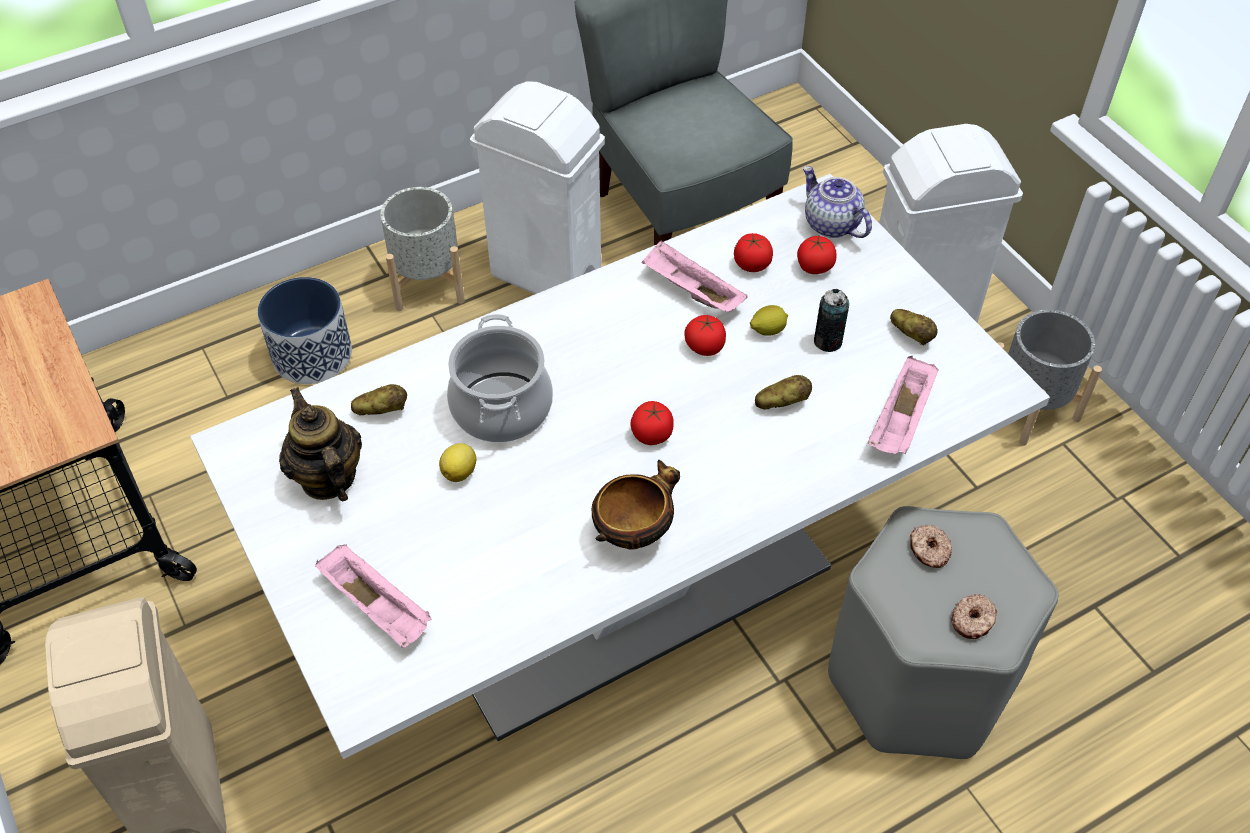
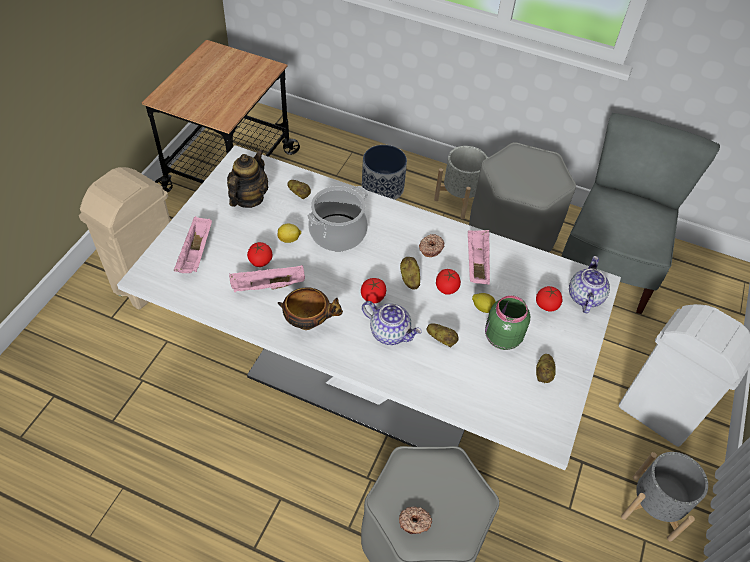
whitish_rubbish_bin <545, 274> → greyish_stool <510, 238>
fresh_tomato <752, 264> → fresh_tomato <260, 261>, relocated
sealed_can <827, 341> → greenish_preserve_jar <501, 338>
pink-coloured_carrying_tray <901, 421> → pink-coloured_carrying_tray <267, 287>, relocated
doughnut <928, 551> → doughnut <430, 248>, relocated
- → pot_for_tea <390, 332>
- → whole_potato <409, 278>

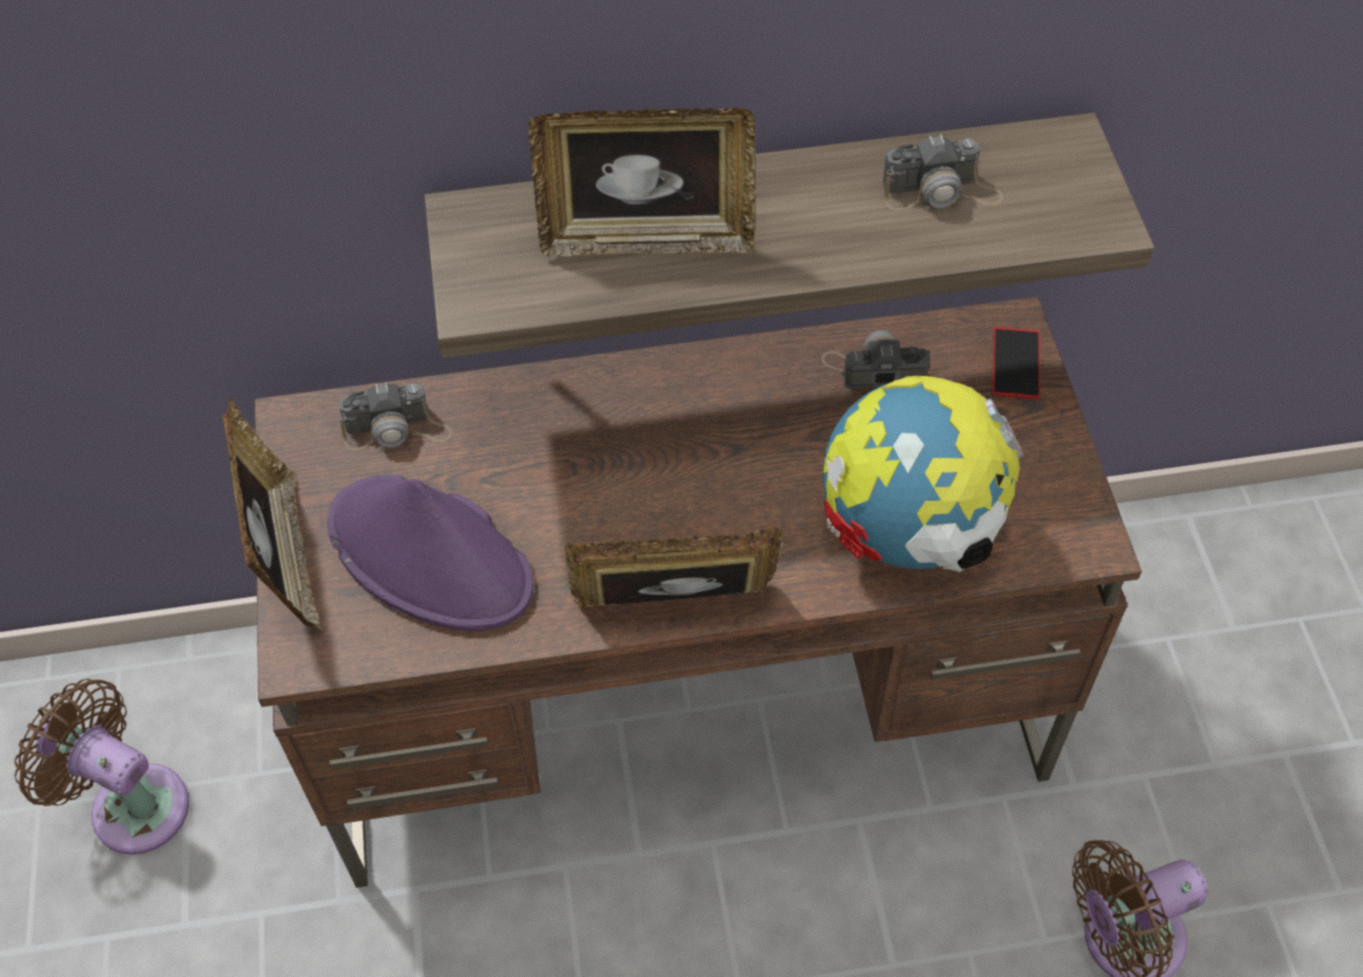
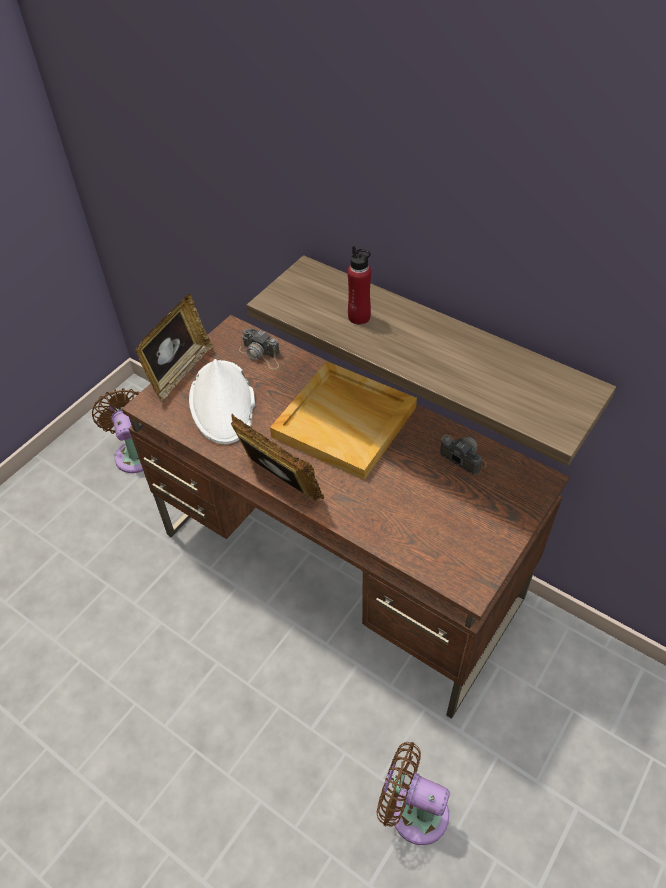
purple-coloured_wearable_hat <431, 556> → whitish_wearable_hat <223, 403>
picture_frame <647, 239> → reddish_beverage_bottle <359, 317>
globe <908, 530> → -
photo_camera <941, 191> → -
phone <1016, 363> → -
- → beige_carrying_tray <346, 422>

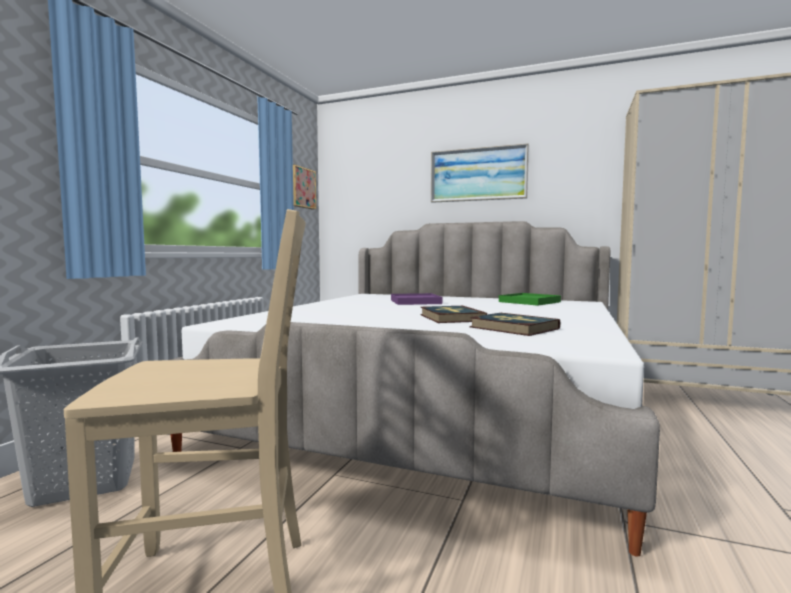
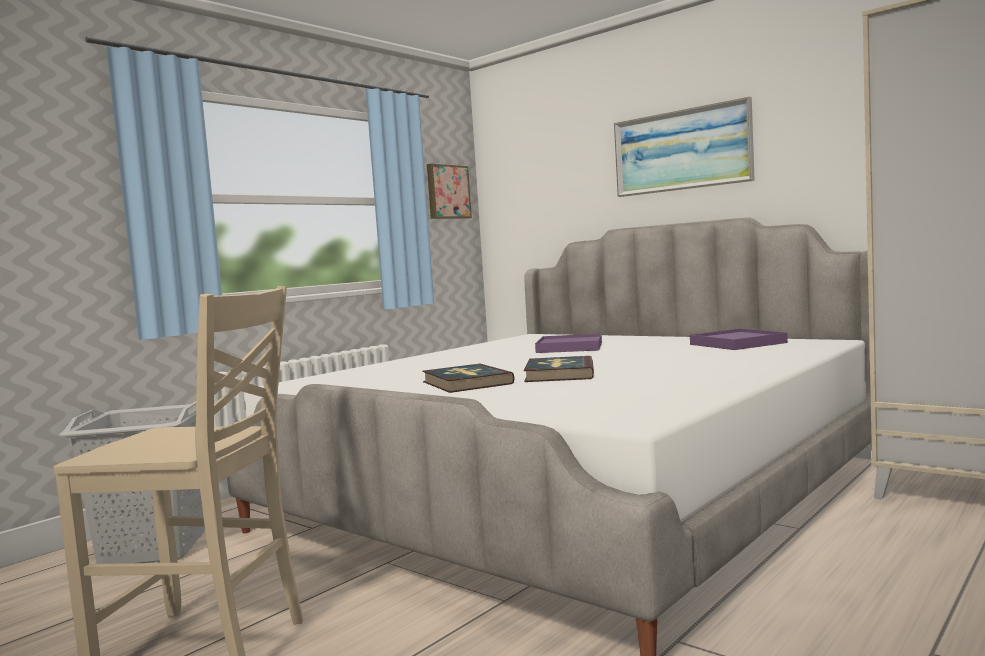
bound_book <513, 328> → bound_book <466, 383>, relocated
greenish_carrying_tray <529, 302> → purple-coloured_carrying_tray <737, 343>

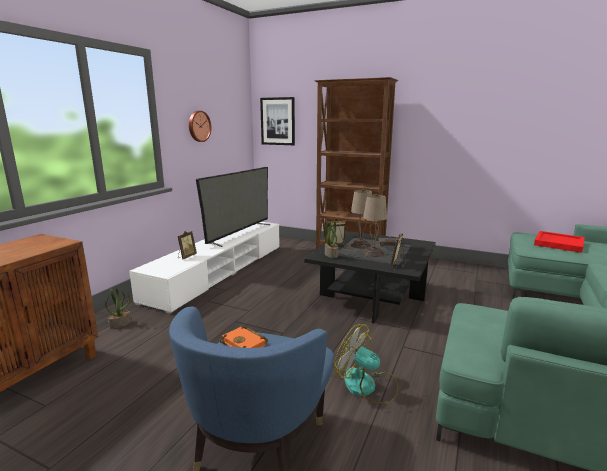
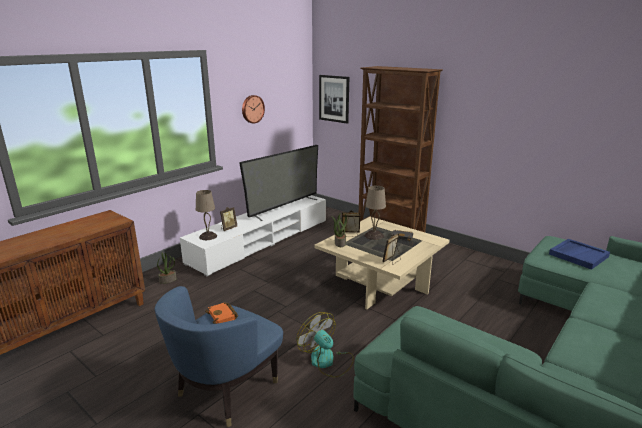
black_low_table <371, 297> → beige_low_table <380, 284>
beige_lamp_for_a_table <372, 253> → beige_lamp_for_a_table <207, 236>, relocated
reddish_carrying_tray <558, 243> → blue-coloured_carrying_tray <578, 255>

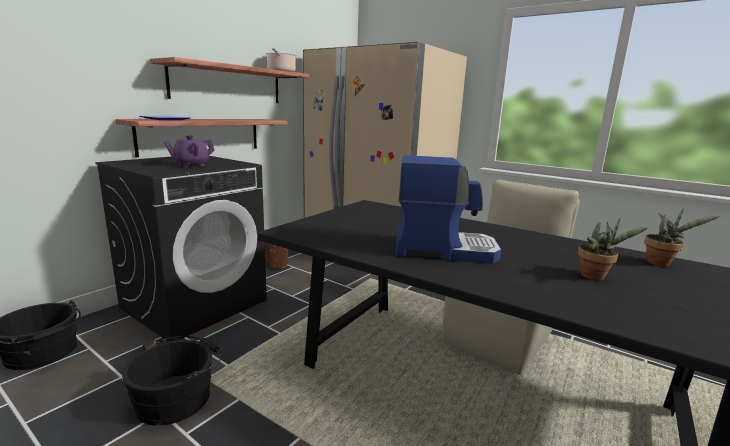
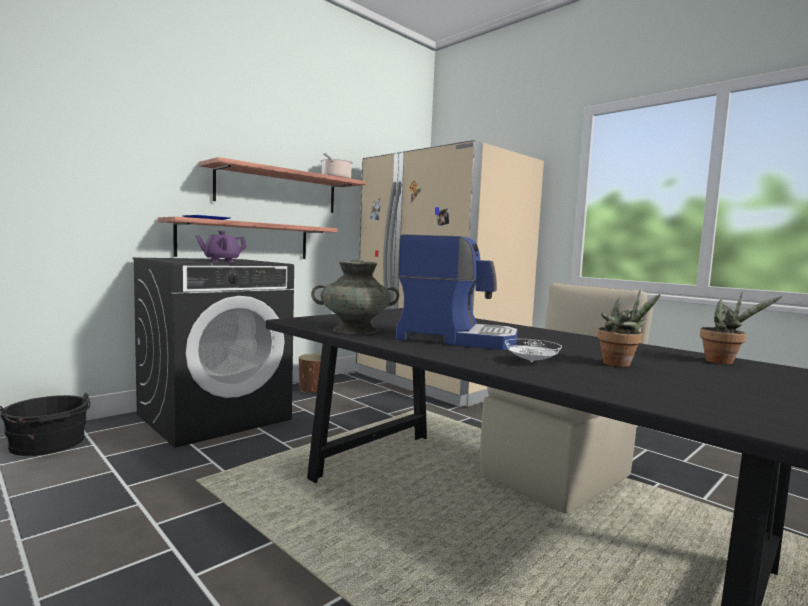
black_bucket <178, 397> → -
- → turquoise-coloured_decorative_vase <355, 330>
- → whitish_dinner_plate <531, 362>

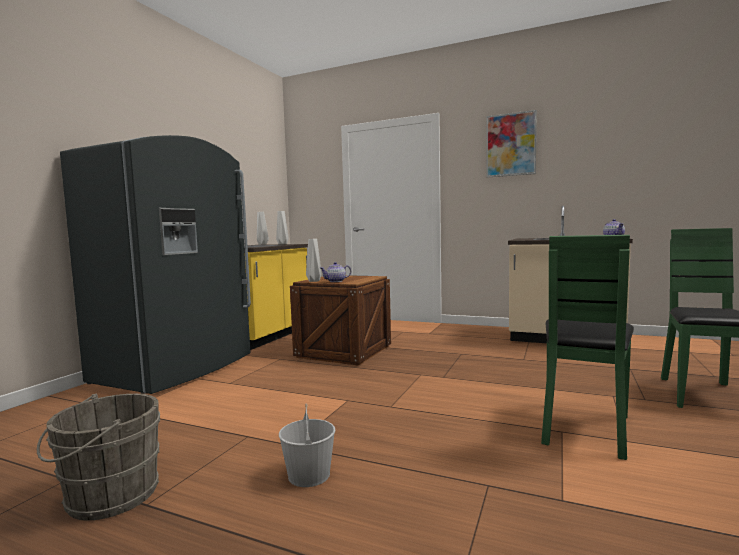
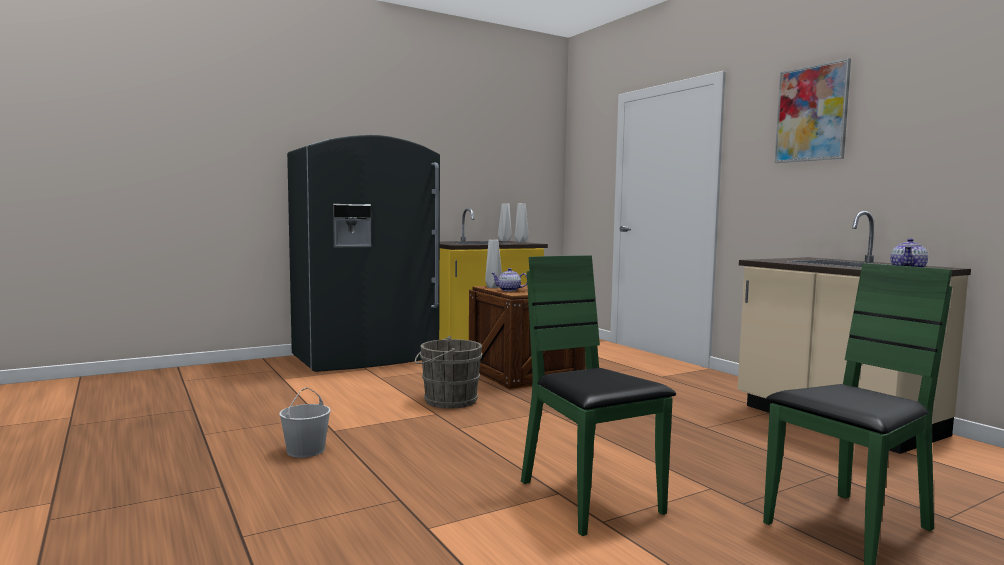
greyish_bucket <107, 497> → greyish_bucket <447, 400>, relocated
greenish_chair <584, 428> → greenish_chair <588, 499>, 90 degrees clockwise

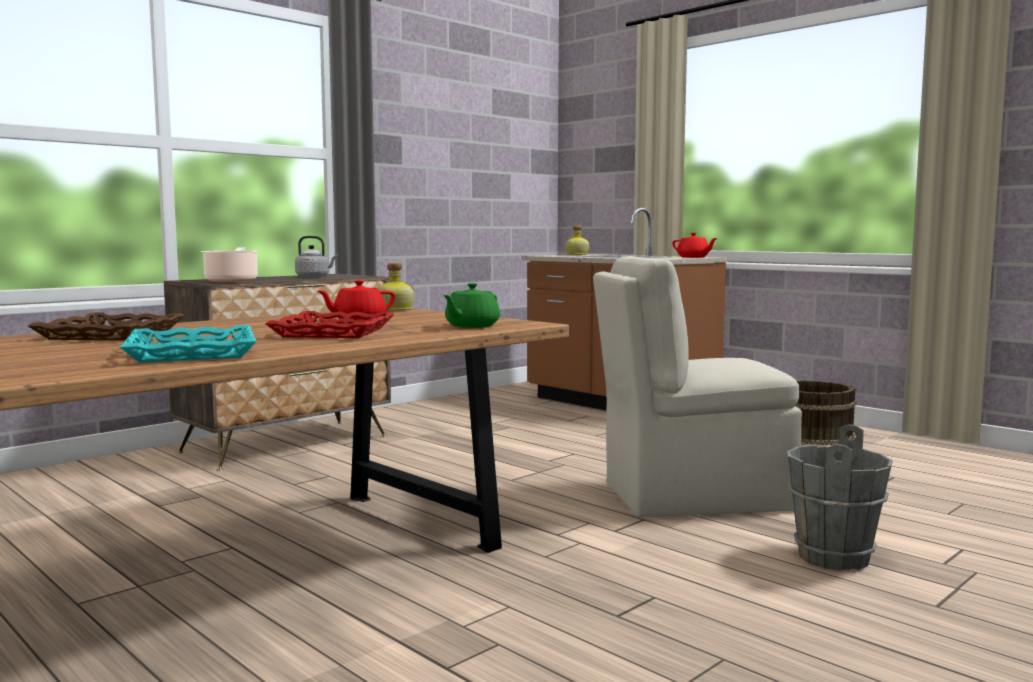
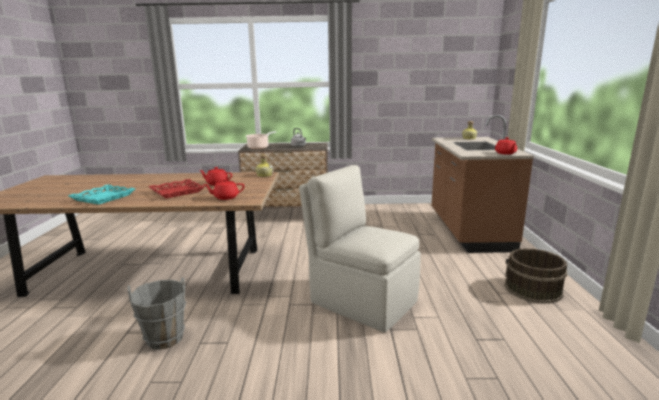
brown_carrying_tray <110, 334> → -
greenish_pot_for_tea <471, 326> → reddish_pot_for_tea <225, 197>
greyish_bucket <832, 557> → greyish_bucket <165, 338>, relocated

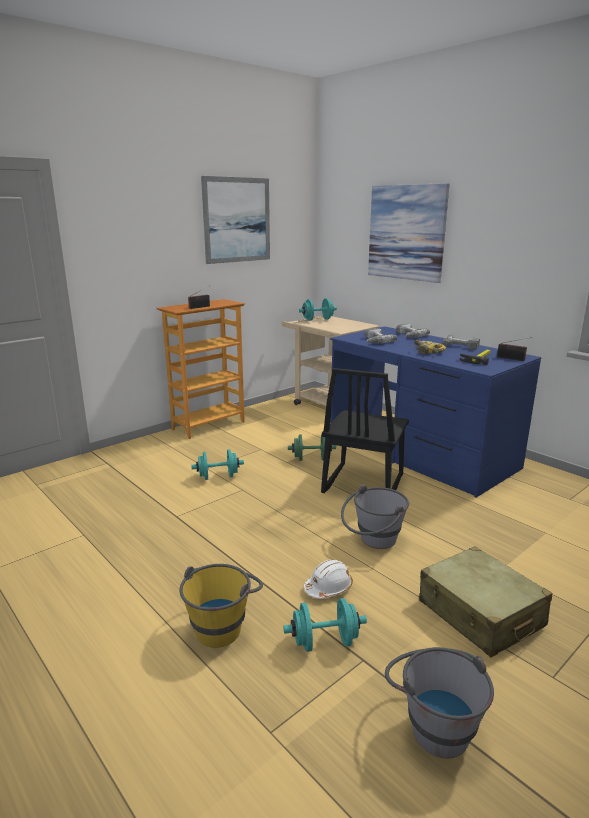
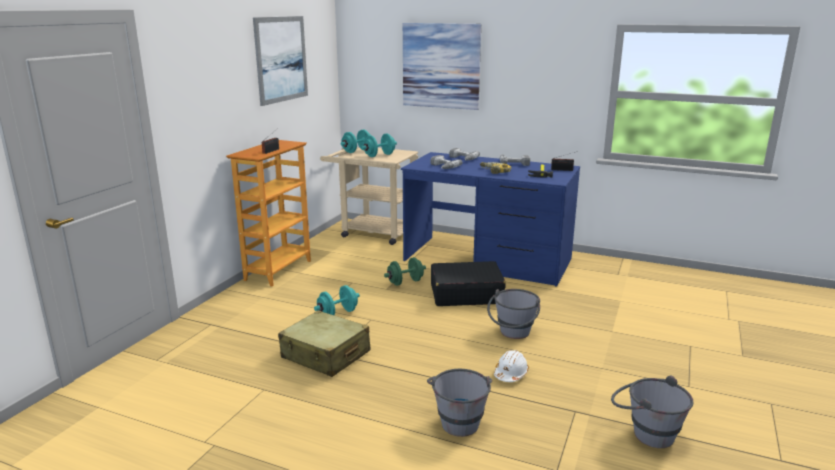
yellowish_bucket <223, 624> → greyish_bucket <459, 419>
turquoise-coloured_dumbbell <324, 642> → turquoise-coloured_dumbbell <379, 155>, relocated
black_chair <362, 484> → black_piece_of_luggage <465, 294>
beige_piece_of_luggage <480, 614> → beige_piece_of_luggage <325, 355>, relocated

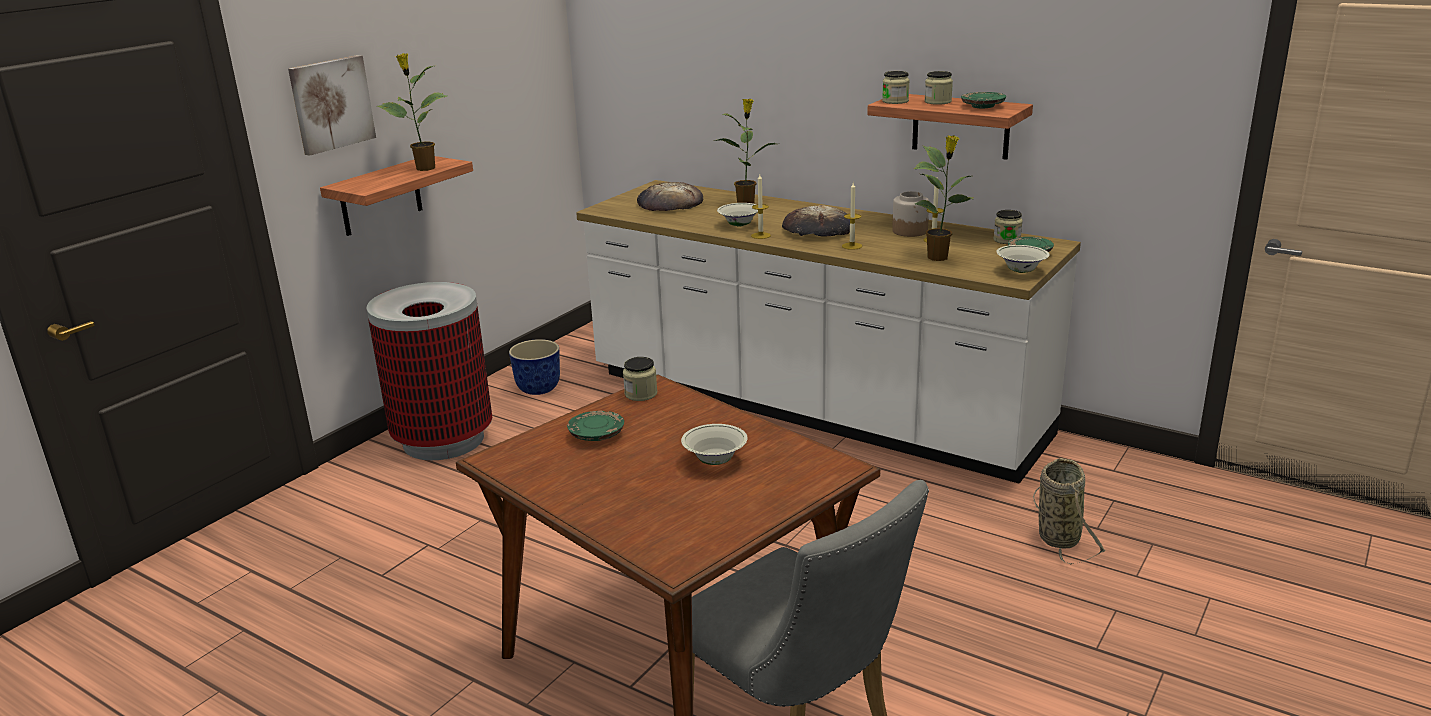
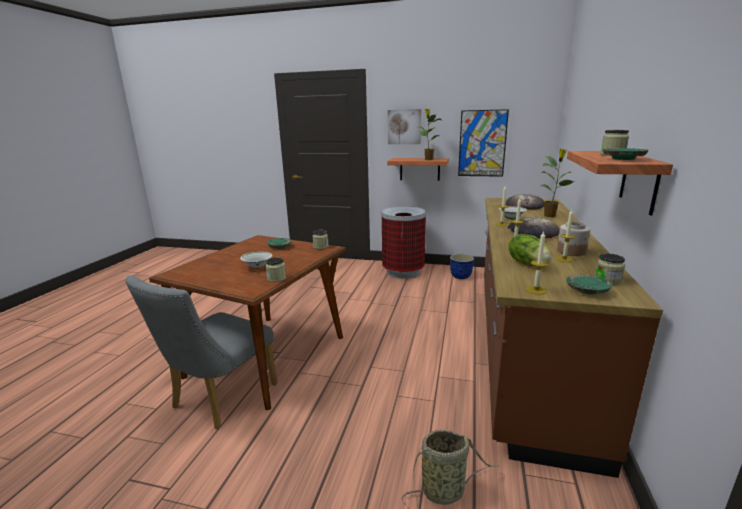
whitish_kitchen_base_unit <811, 406> → brown_kitchen_base_unit <524, 347>
preserve_jar <895, 101> → preserve_jar <276, 278>, relocated
houseplant <939, 257> → head_of_lettuce <528, 264>
whitish_deep_dish <1021, 271> → wax_candle <536, 290>
- → wall_picture <482, 143>

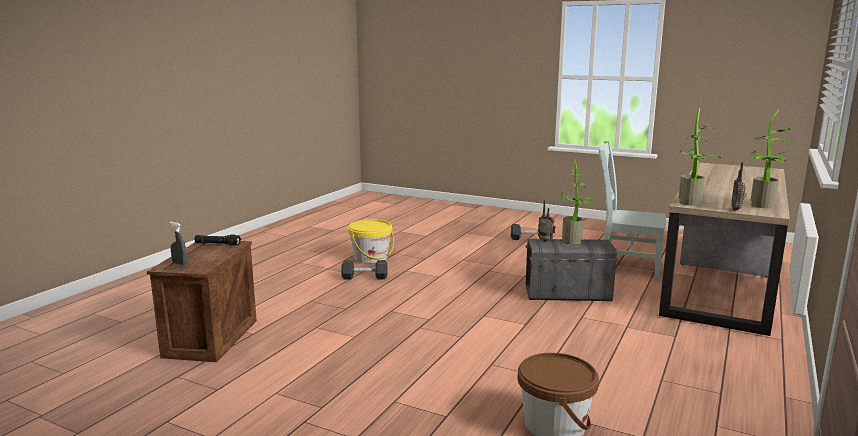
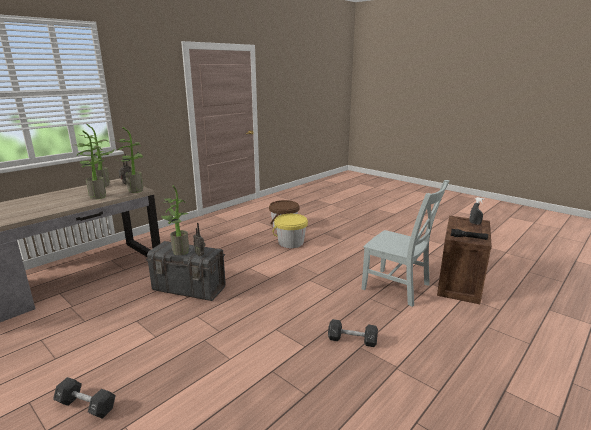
yellowish_bucket <371, 258> → yellowish_bucket <291, 243>, relocated
greyish_chair <624, 267> → greyish_chair <398, 288>, relocated
- → houseplant <96, 196>

